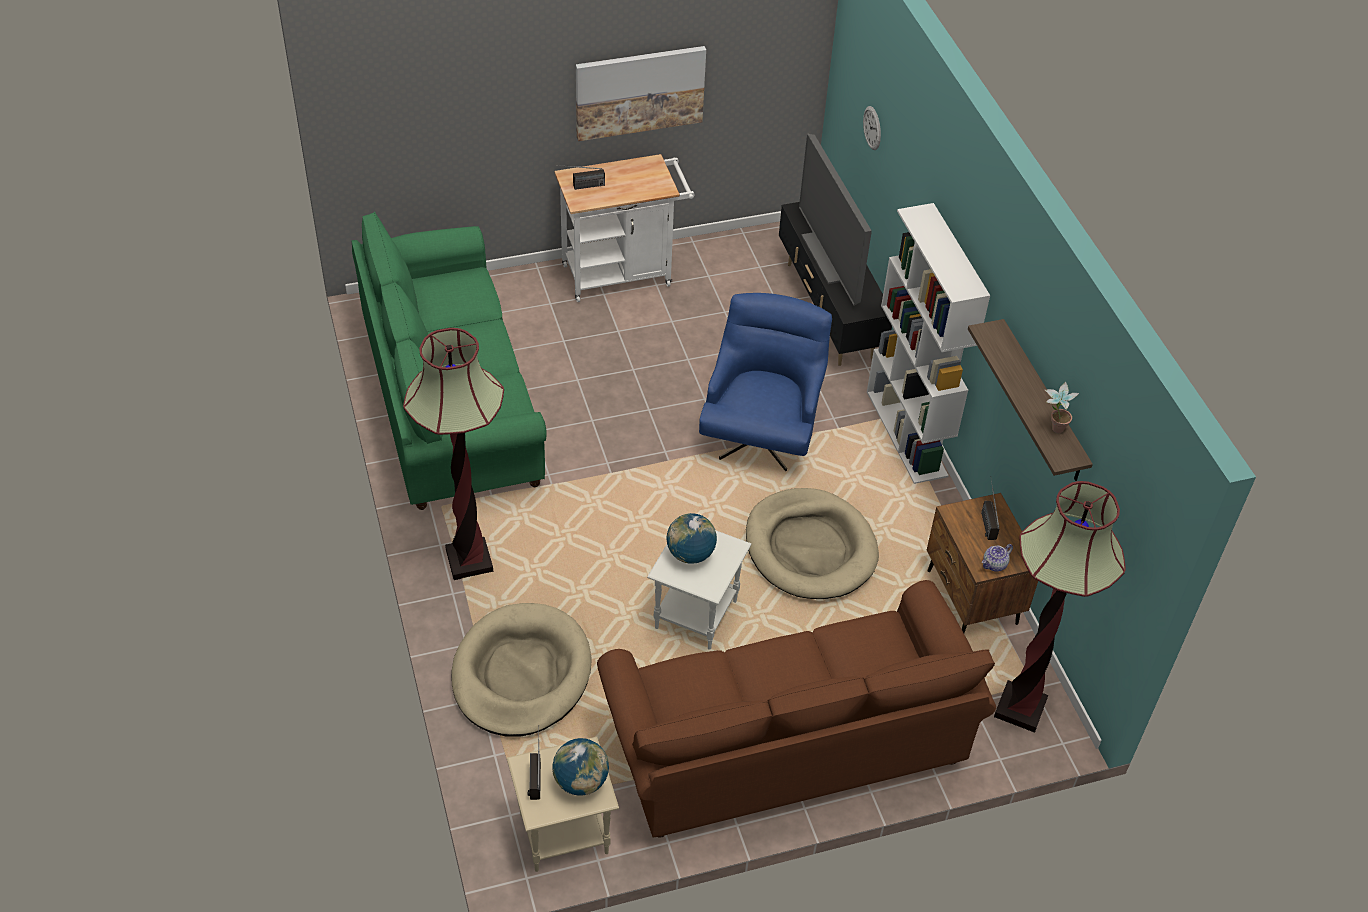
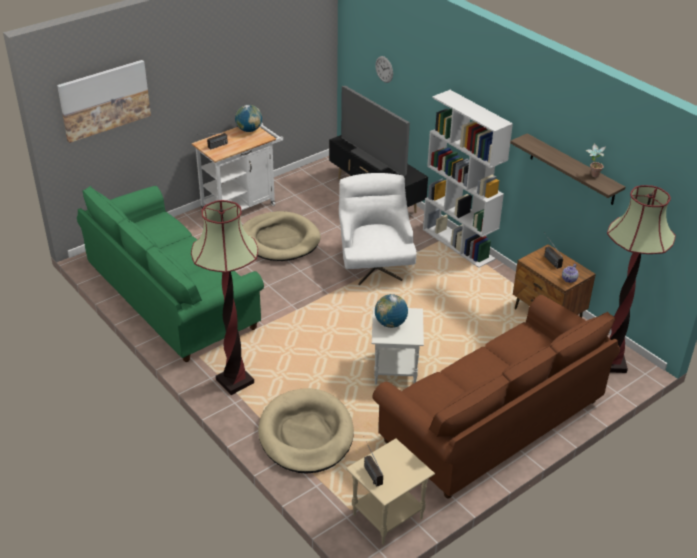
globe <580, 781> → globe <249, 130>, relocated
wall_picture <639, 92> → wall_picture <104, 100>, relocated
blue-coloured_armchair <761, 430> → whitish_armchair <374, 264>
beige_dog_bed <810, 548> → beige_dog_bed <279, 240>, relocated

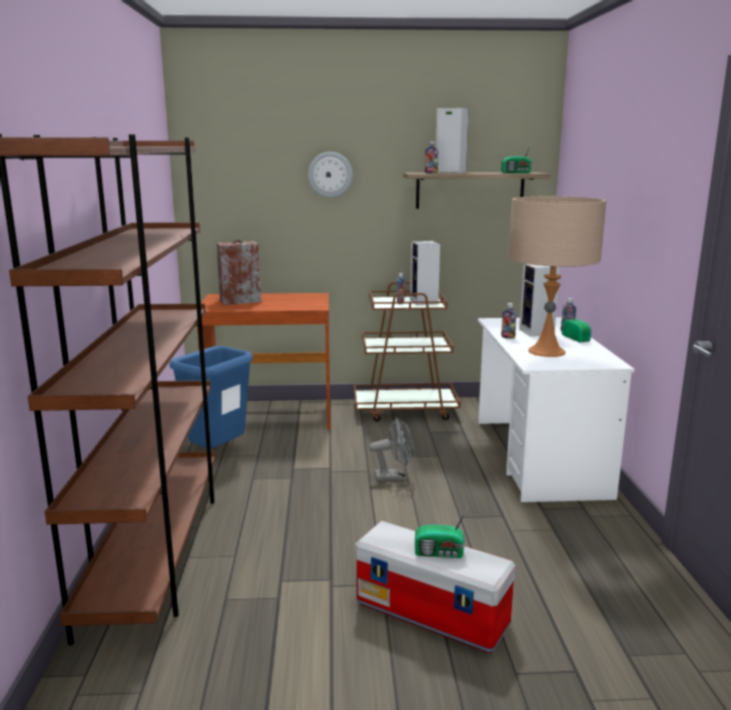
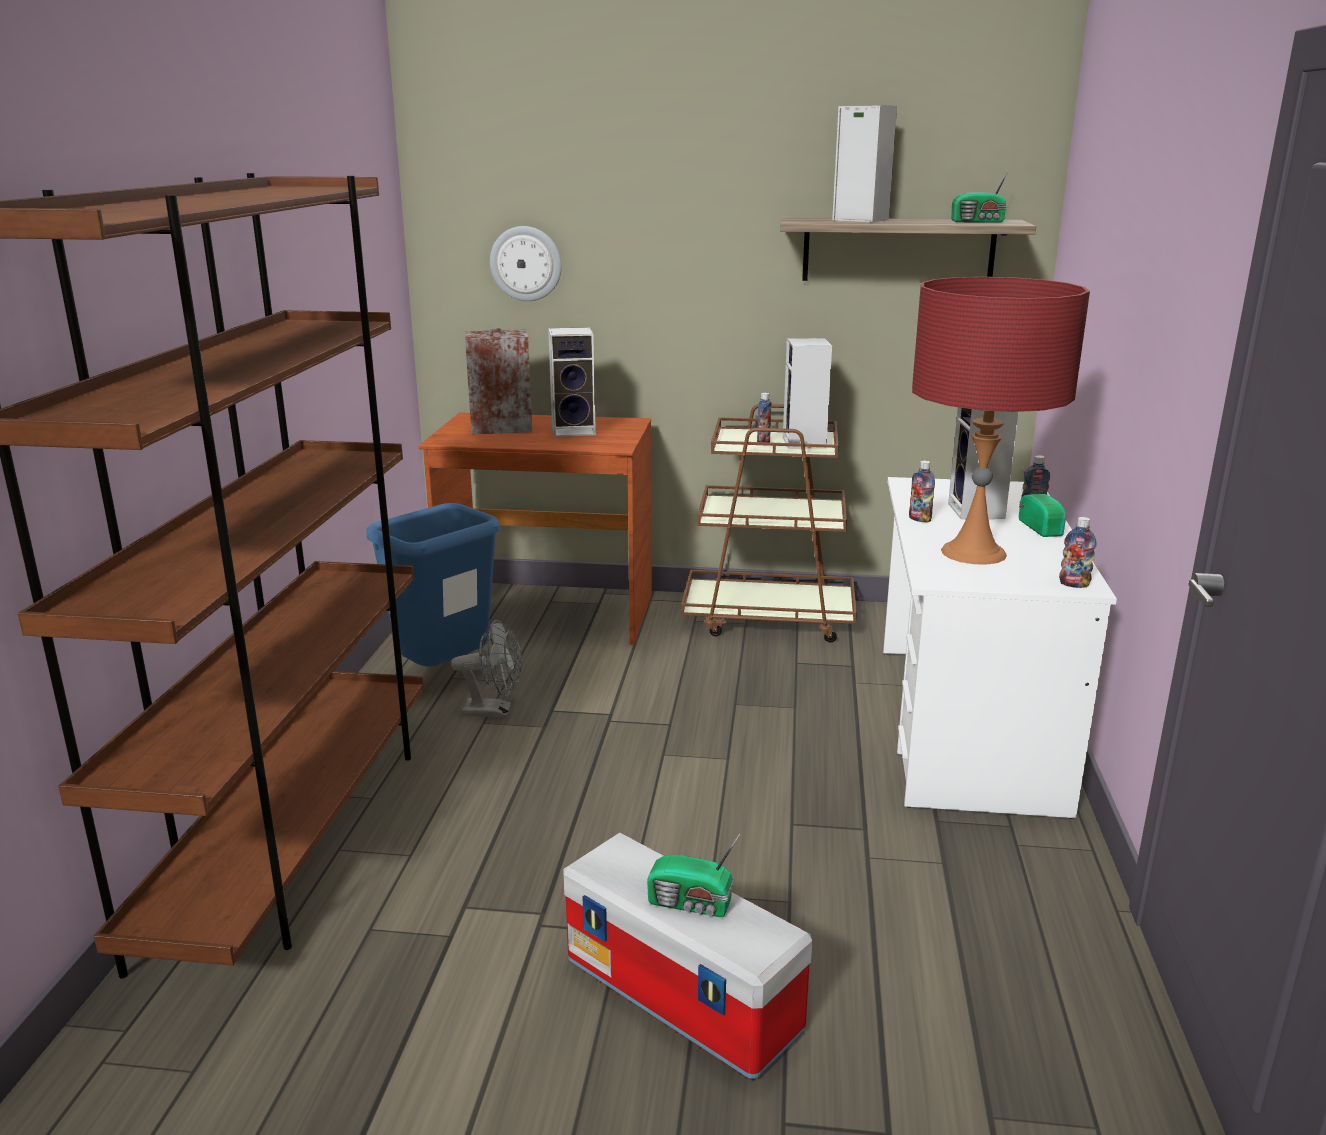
wall_clock <330, 174> → wall_clock <526, 263>, relocated
greyish_cooling_fan <394, 476> → greyish_cooling_fan <495, 711>, relocated
beverage_bottle <431, 173> → beverage_bottle <1074, 584>, relocated
beige_lamp_for_a_table <546, 351> → reddish_lamp_for_a_table <973, 553>
- → audio_speaker <575, 430>

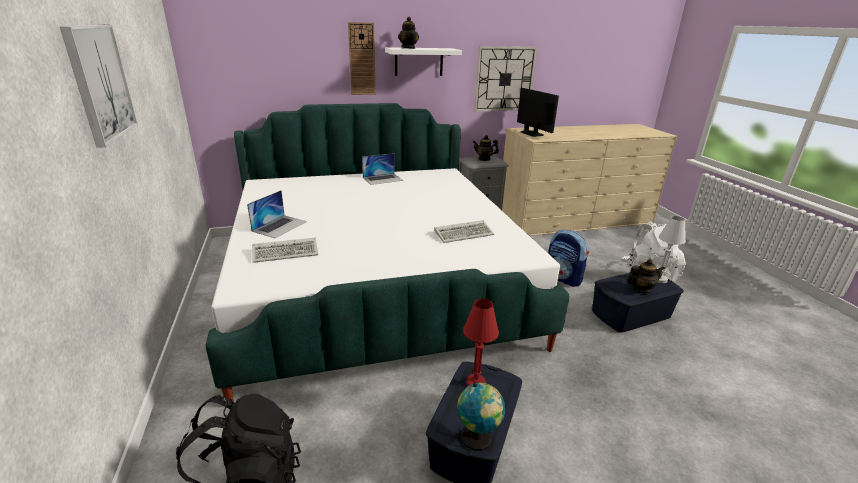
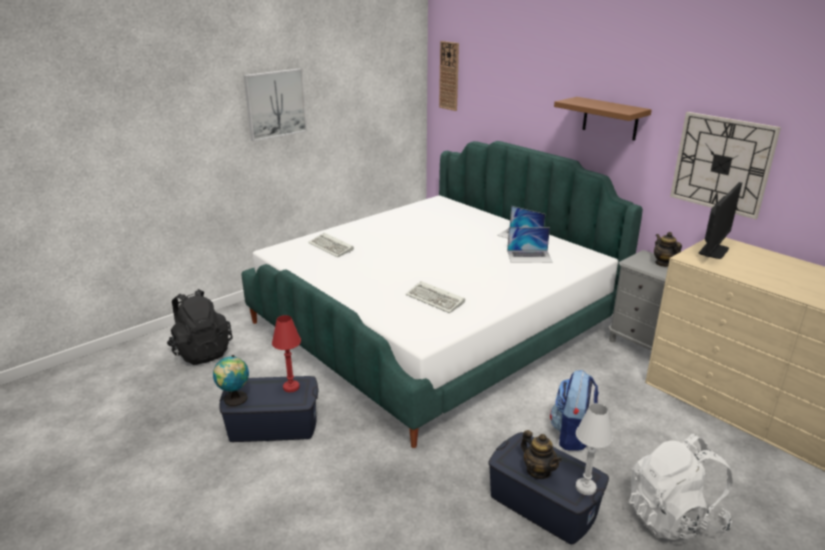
laptop <280, 226> → laptop <529, 256>, relocated
wall_clock <362, 59> → wall_clock <449, 76>, relocated
whitish_shelf <419, 61> → brown_shelf <610, 118>
pot_for_tea <408, 48> → -

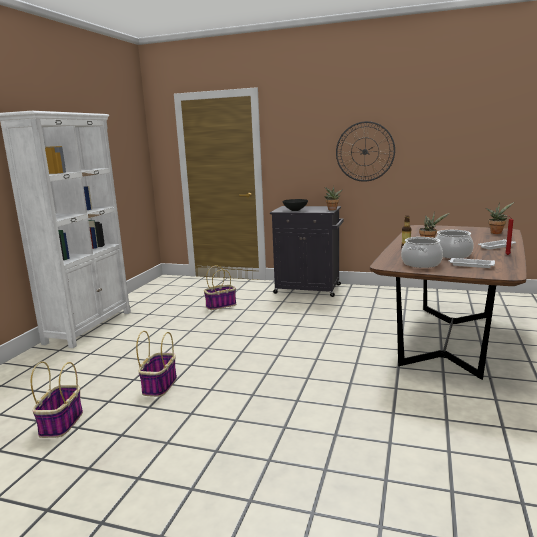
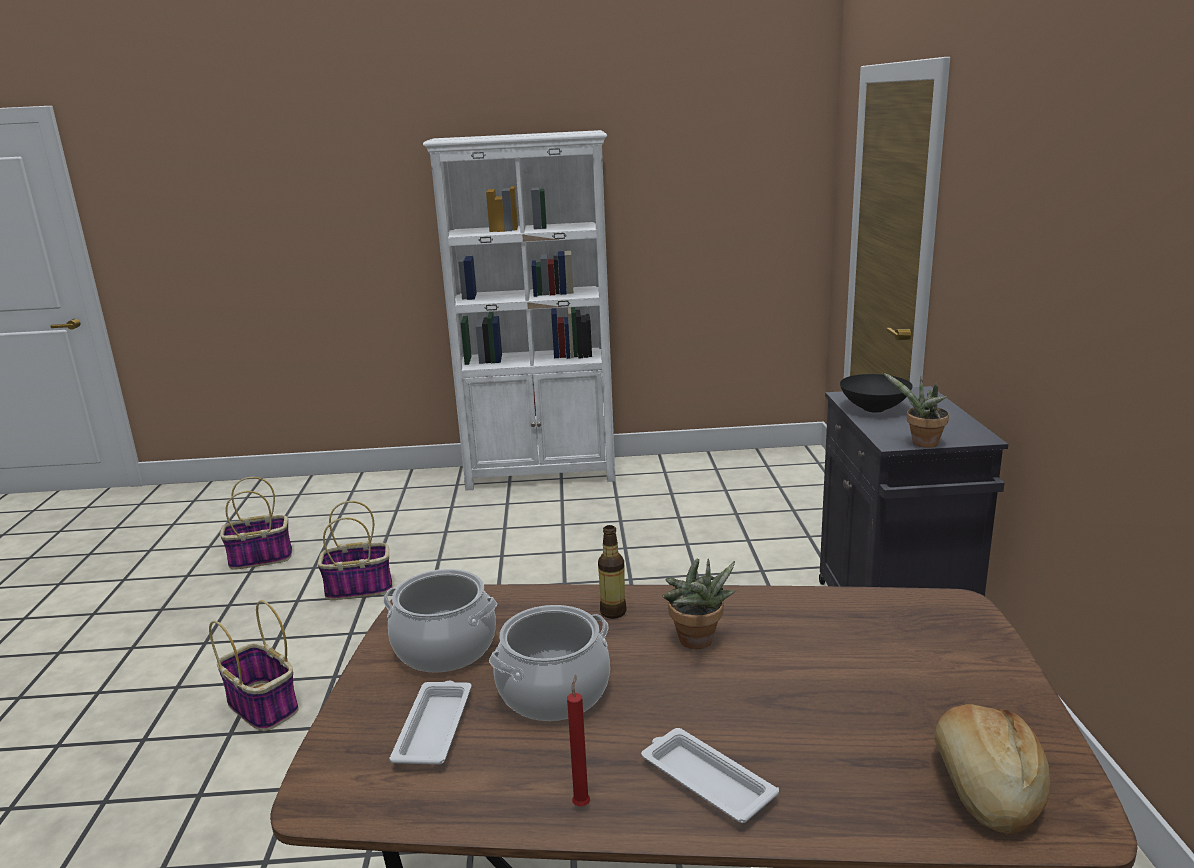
household_basket <221, 305> → household_basket <264, 706>, relocated
wall_clock <365, 151> → -
houseplant <496, 232> → bakery_bread <984, 787>

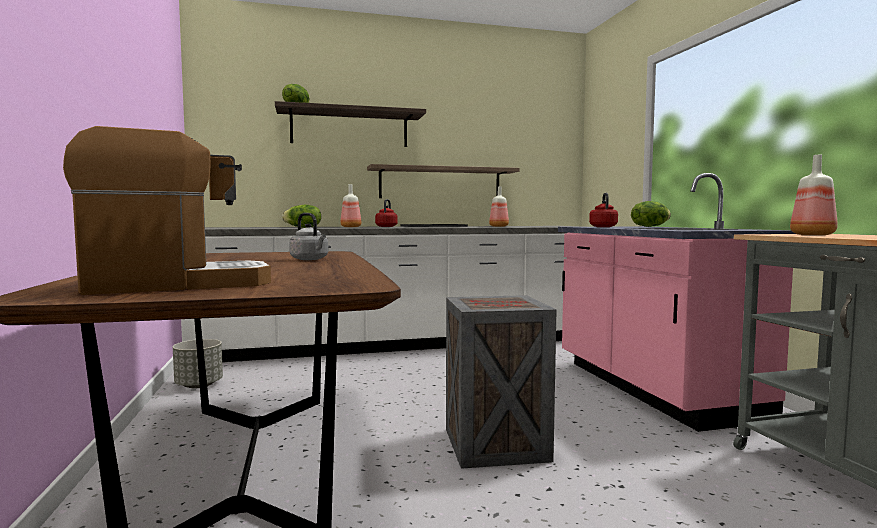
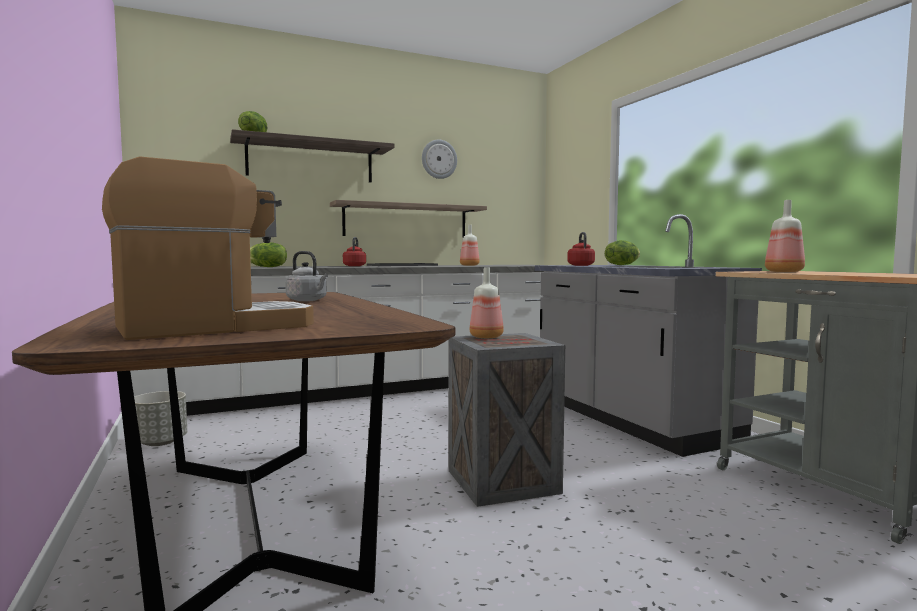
beverage_bottle <351, 227> → beverage_bottle <487, 337>, relocated
pink-coloured_kitchen_base_unit <651, 389> → greyish_kitchen_base_unit <629, 420>
- → wall_clock <439, 159>

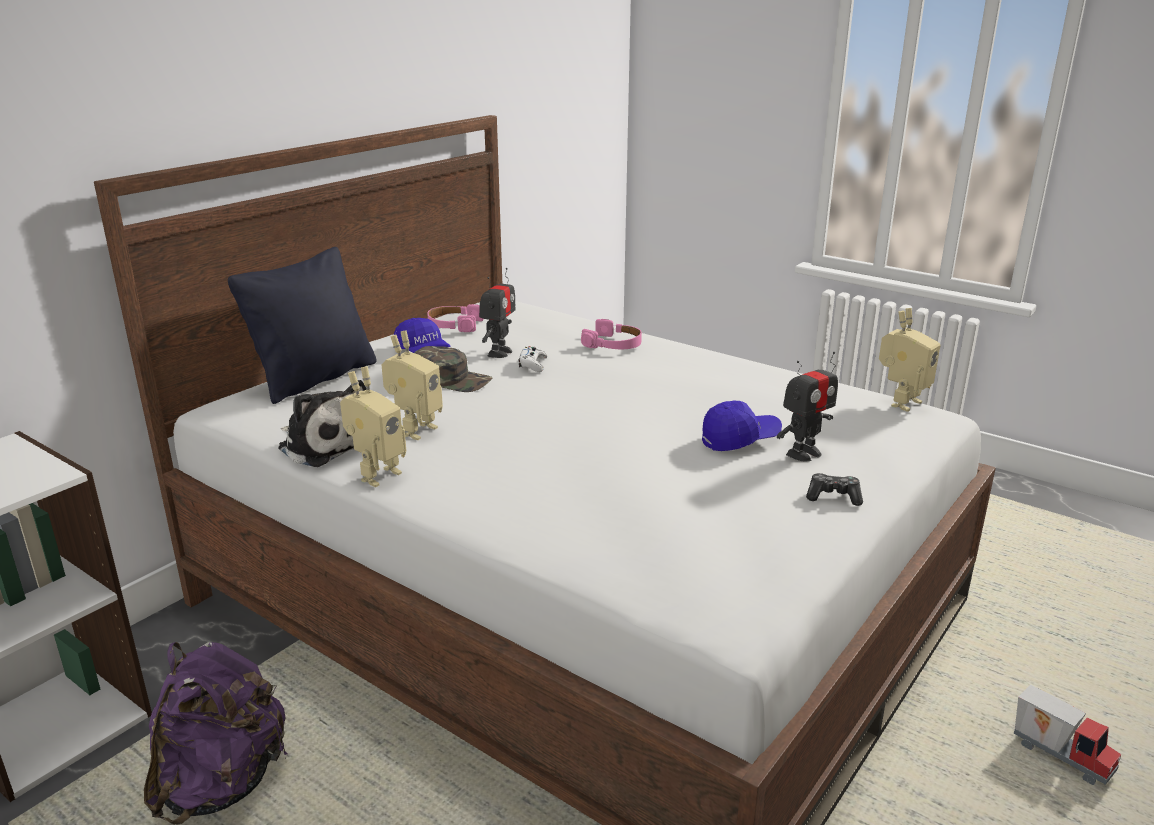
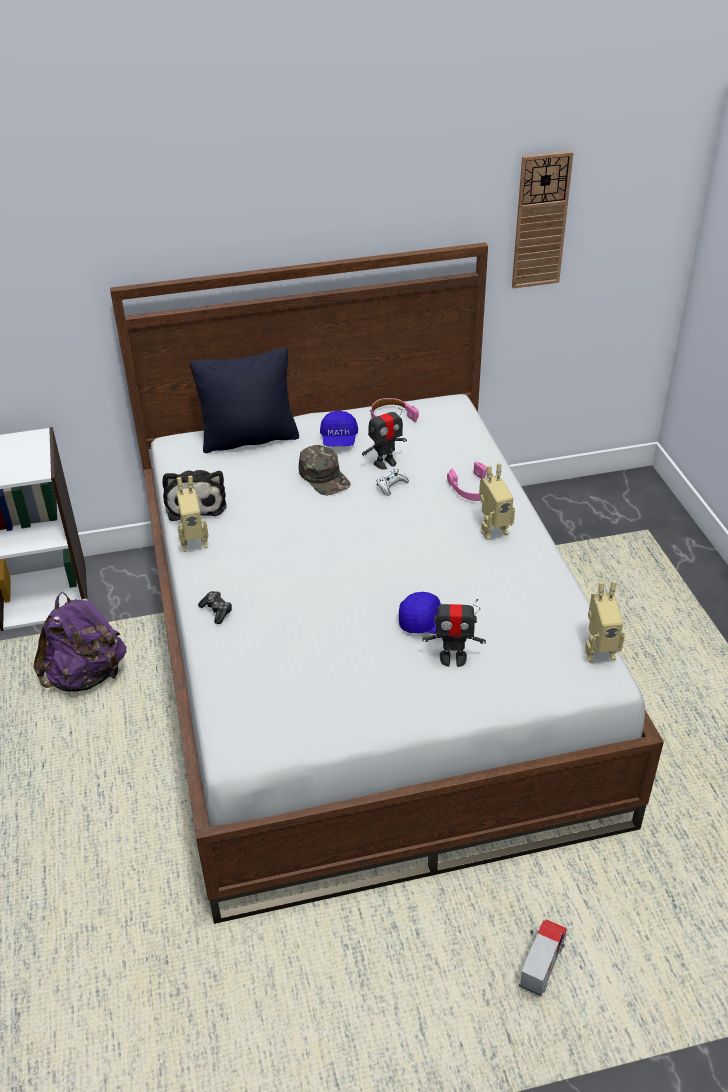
model_robot <415, 430> → model_robot <492, 530>, relocated
game_controller <833, 496> → game_controller <216, 611>, relocated
model_truck <1060, 756> → model_truck <539, 965>, 150 degrees counterclockwise
- → wall_clock <540, 221>

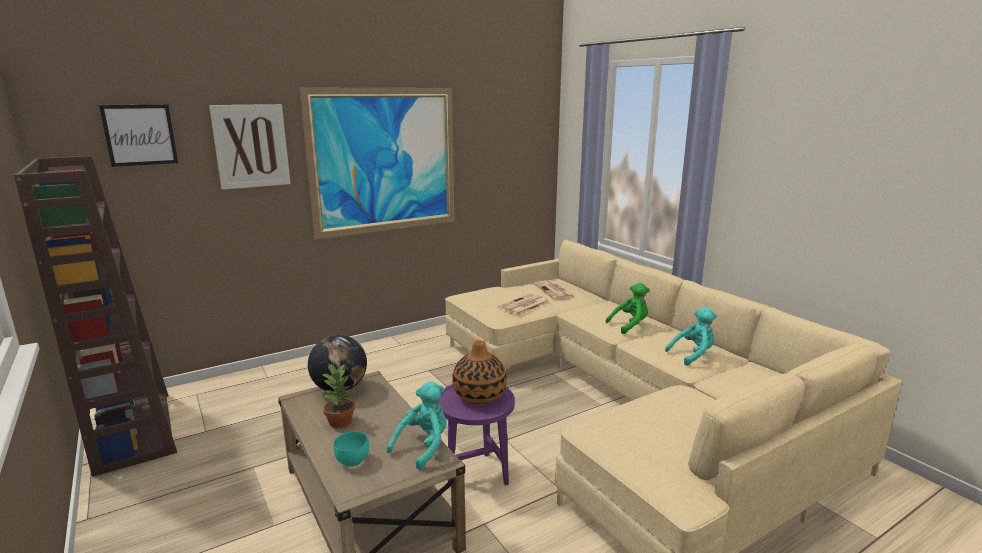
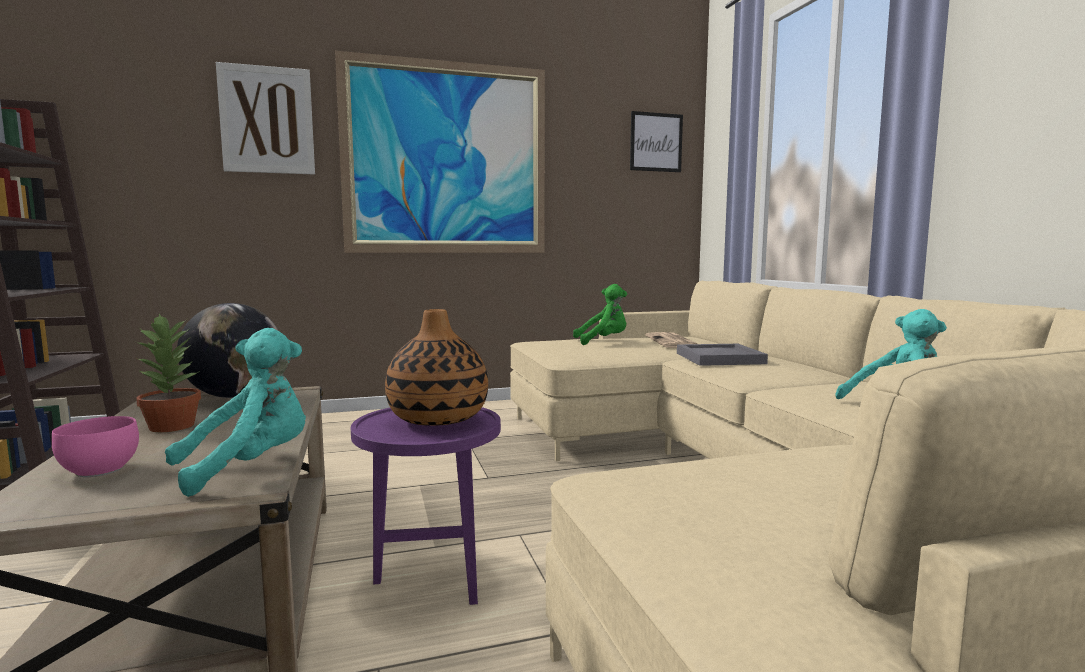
wall_picture <140, 135> → wall_picture <656, 142>, relocated
turquoise-coloured_deep_dish <353, 461> → pink-coloured_deep_dish <99, 471>
daily_paper <524, 305> → -
greenish_soft_toy <630, 325> → greenish_soft_toy <603, 341>, relocated
- → greyish_carrying_tray <720, 358>

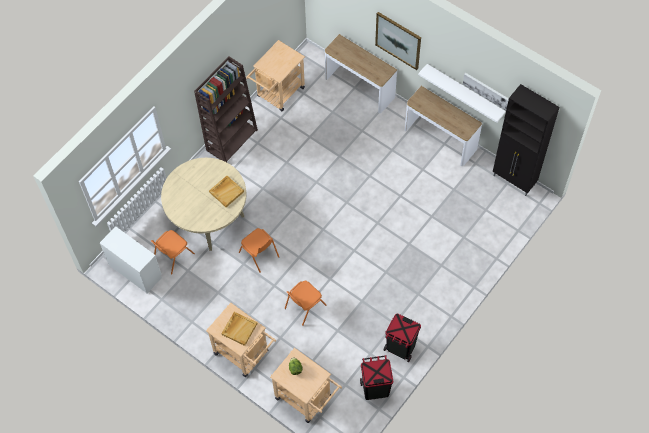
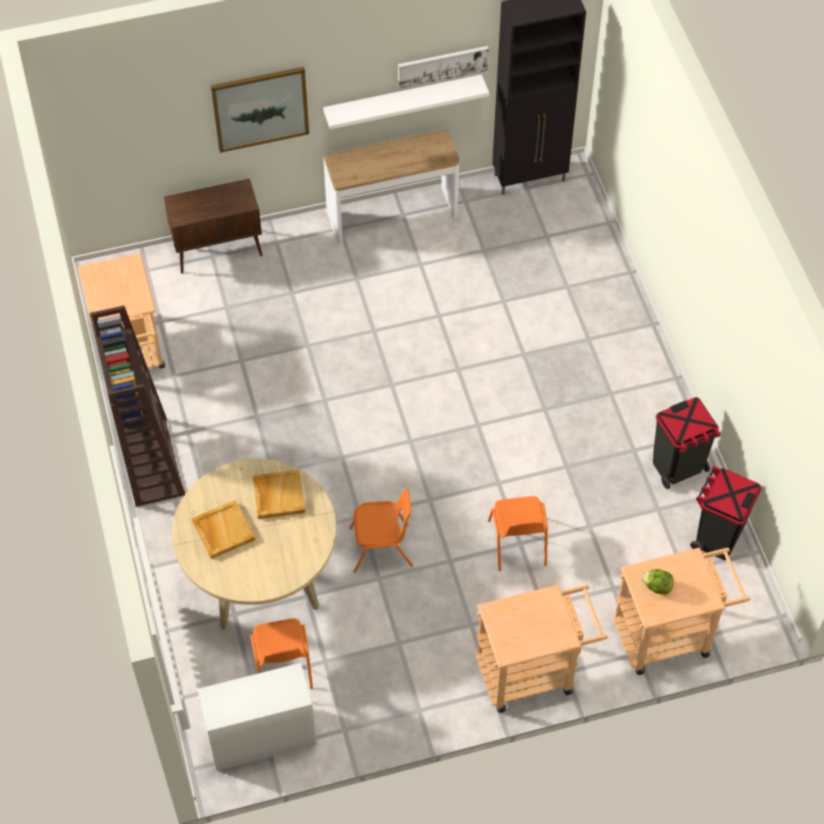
beige_carrying_tray <239, 329> → beige_carrying_tray <223, 530>, relocated
narrow_table <359, 88> → brown_storage_cabinet <219, 250>

